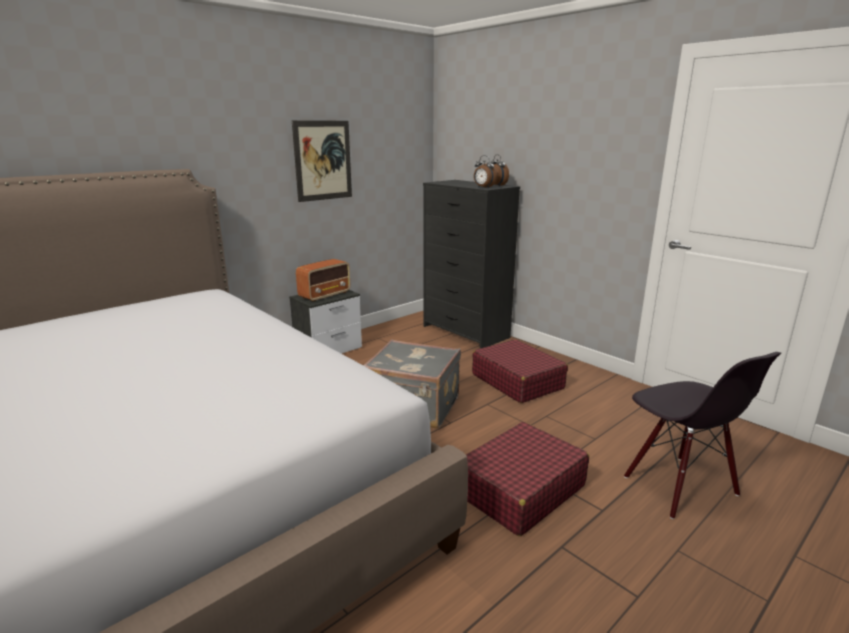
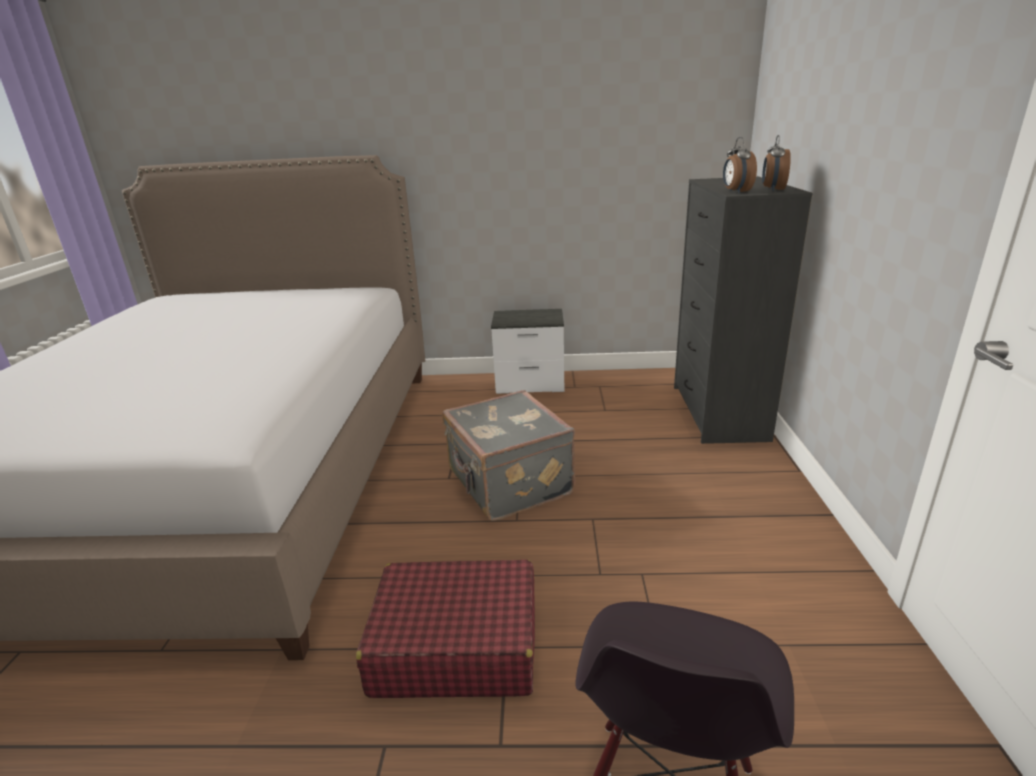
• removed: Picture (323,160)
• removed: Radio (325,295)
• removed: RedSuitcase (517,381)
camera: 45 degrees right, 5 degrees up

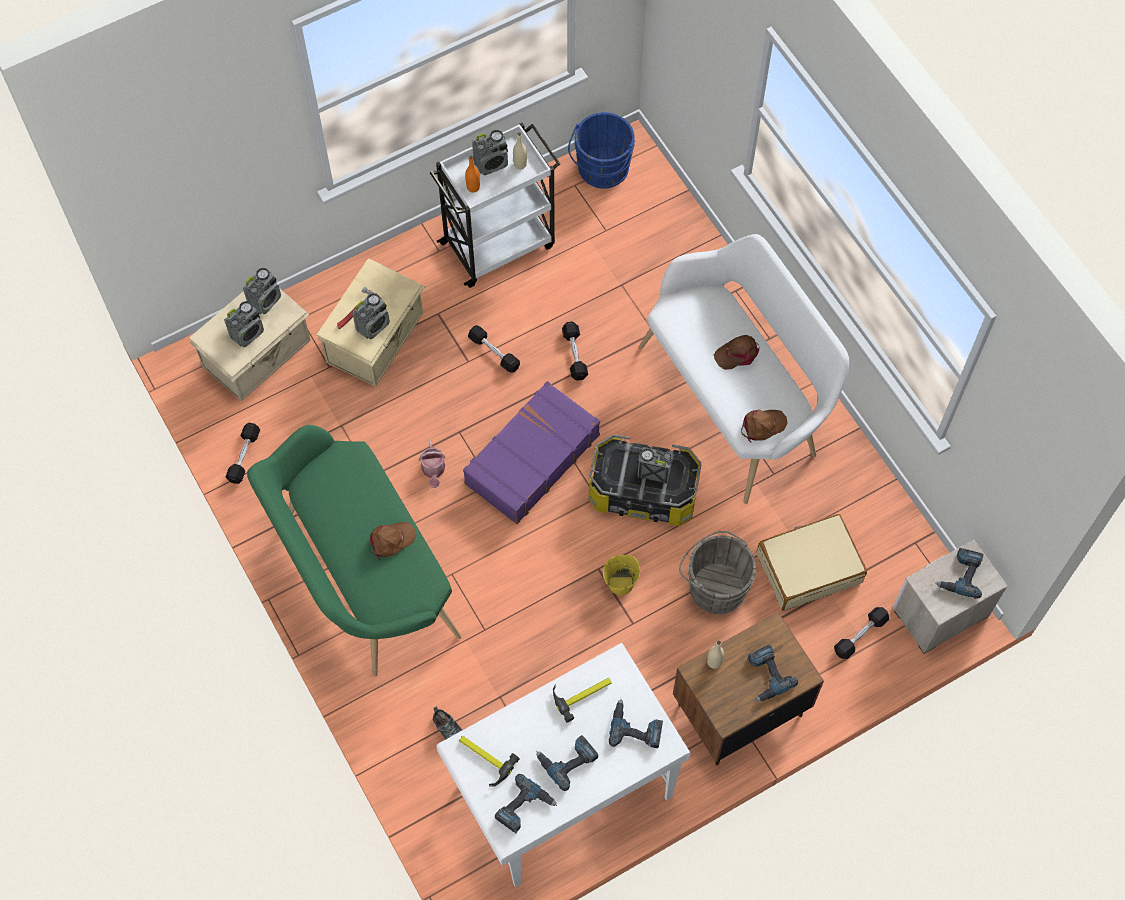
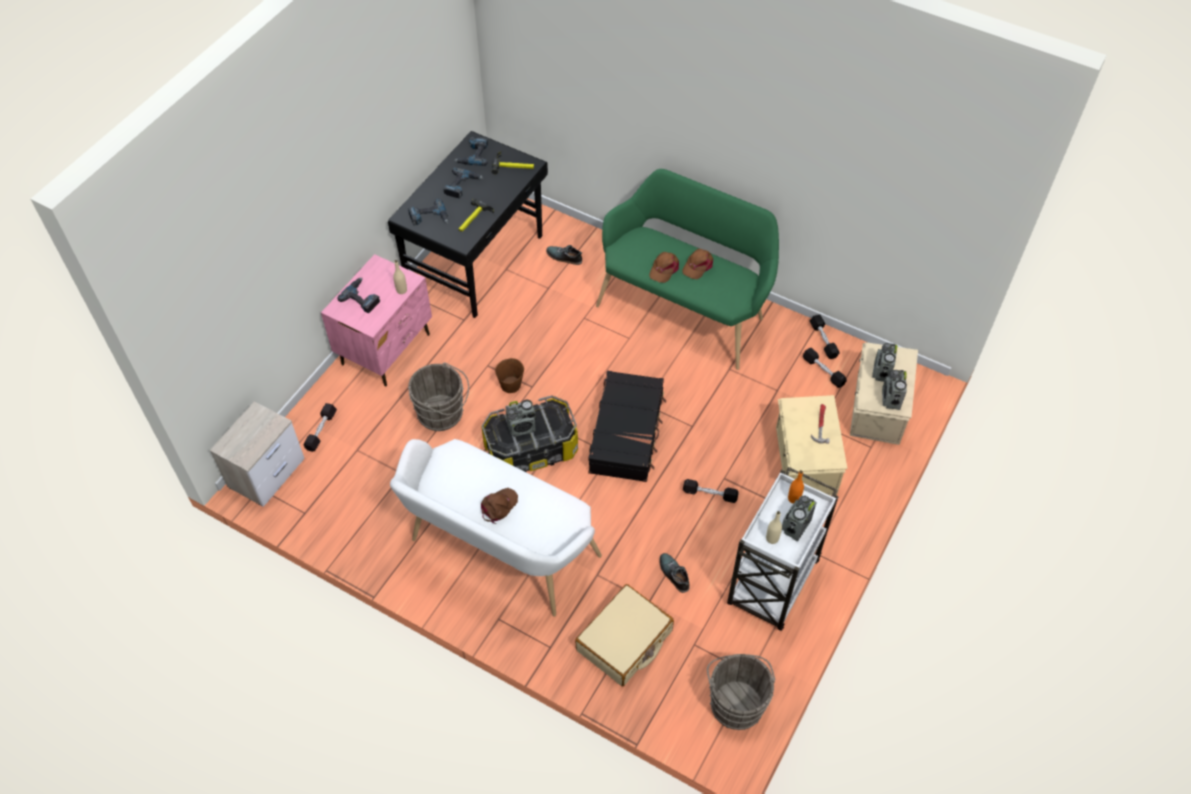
• recoloured: BlueBucket (602,171) to GreyBucket (736,701)
• removed: Radio (373,326)
• moved: BlackDumbbell (574,354) to (823,371)
• recoloured: PurpleSuitcase (531,459) to BlackSuitcase (627,433)
• moved: BrownCap (762,426) to (698,266)
• removed: WateringCan (433,471)
• moved: BeigeSuitcase (808,567) to (624,641)
• removed: PowerDrill (960,574)
• recoloured: YellowBucket (621,583) to BrownBucket (510,385)
• recoloured: BrownNightstand (738,710) to PinkNightstand (387,349)
• recoloured: WhiteDesk (562,790) to BlackDesk (477,260)
• added: Shoe (673,574)
camera: 150 degrees right, 10 degrees down

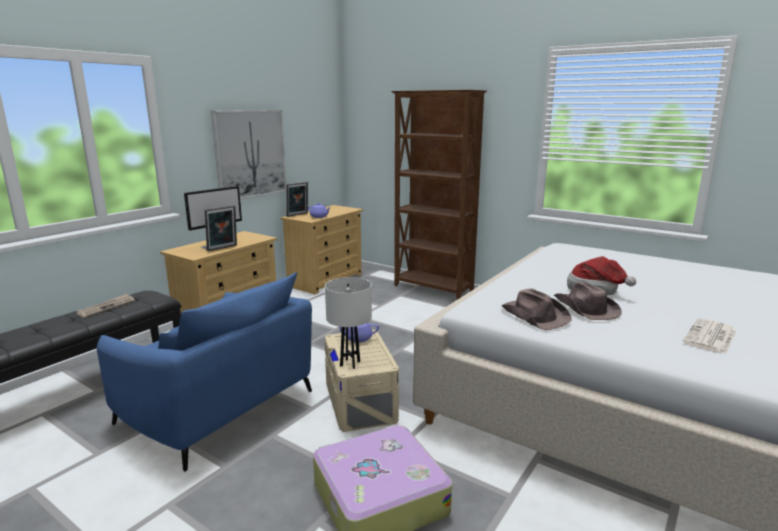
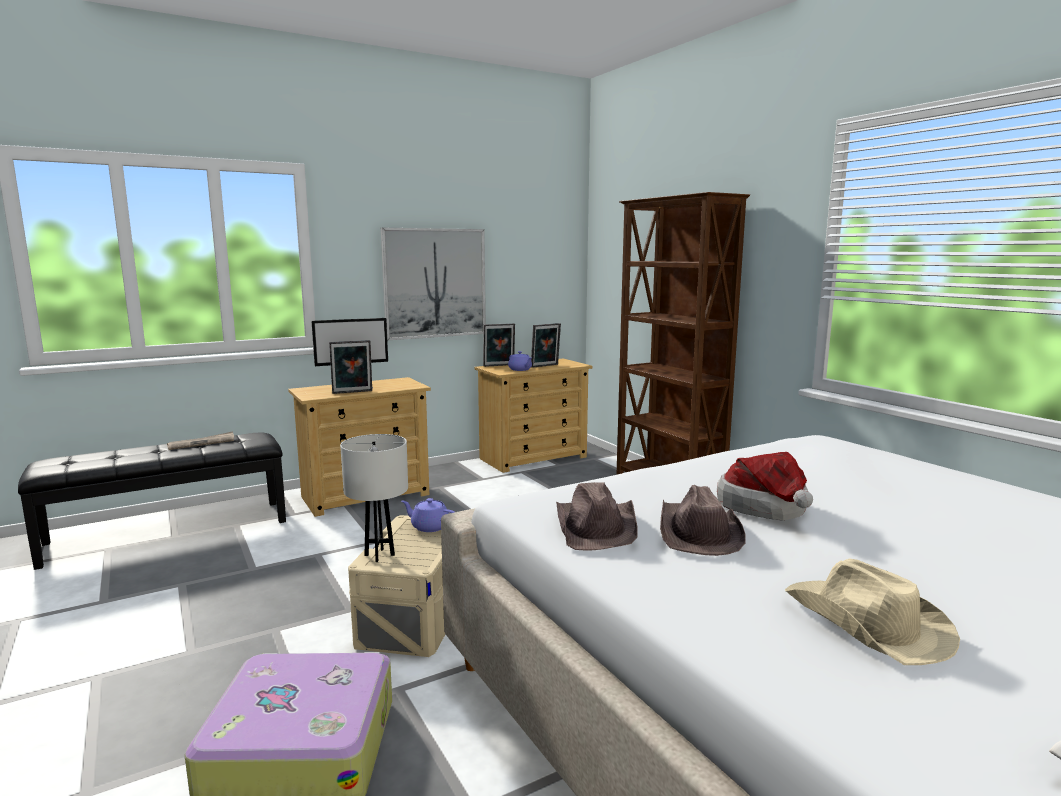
• removed: BlueArmchair (218,408)
• replaced: Newspaper (710,337) to BeigeHat (866,623)
• added: PictureFrame (545,366)
camera: 25 degrees right, 5 degrees down

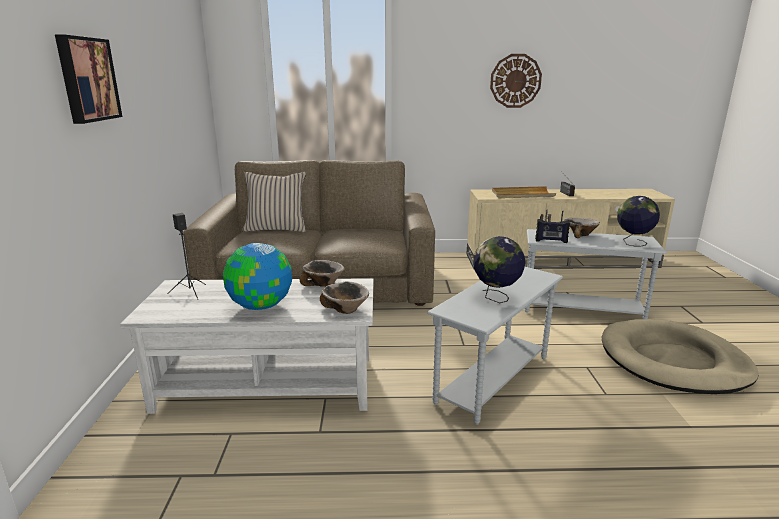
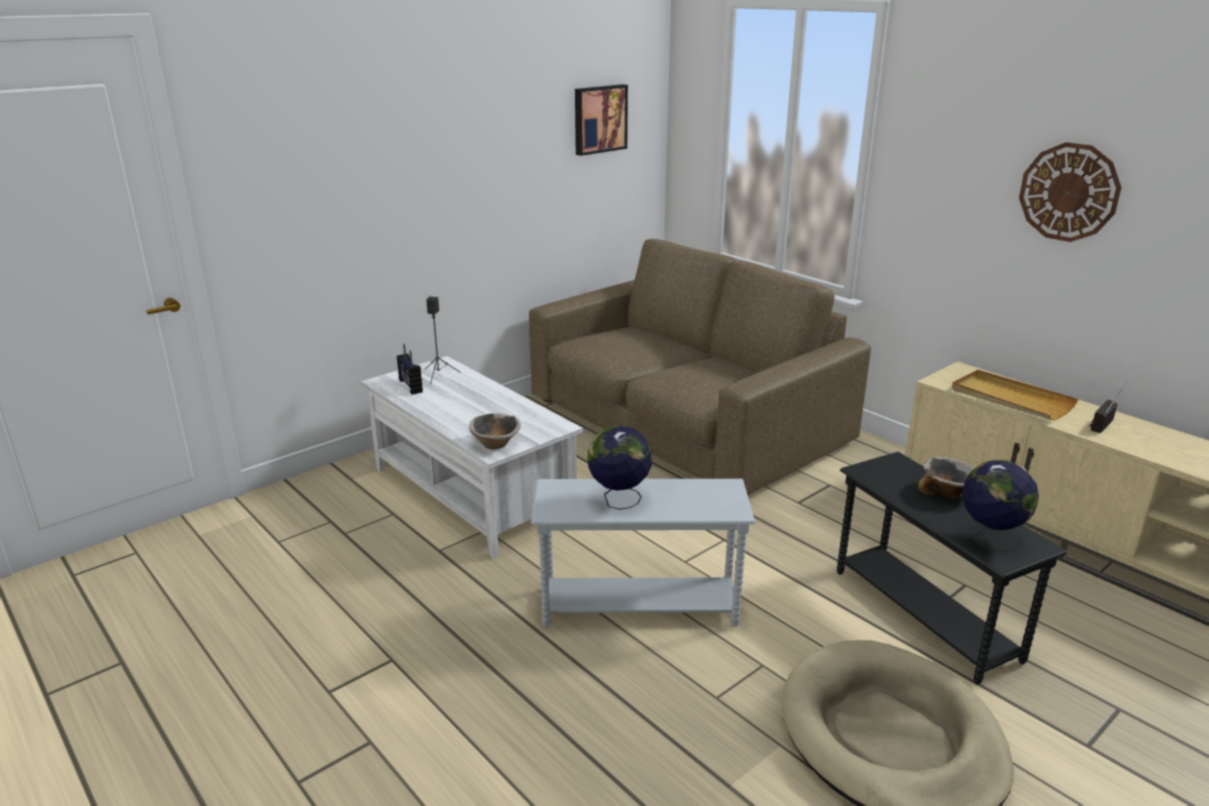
• moved: Picture (86,79) to (599,119)
• removed: BeigePillow (276,229)
• moved: Radio (551,241) to (410,386)
• recoloured: WhiteSideTable (581,310) to BlackSideTable (925,615)
• removed: Globe (260,306)
• removed: Bowl (324,283)
camera: 50 degrees right, 5 degrees up

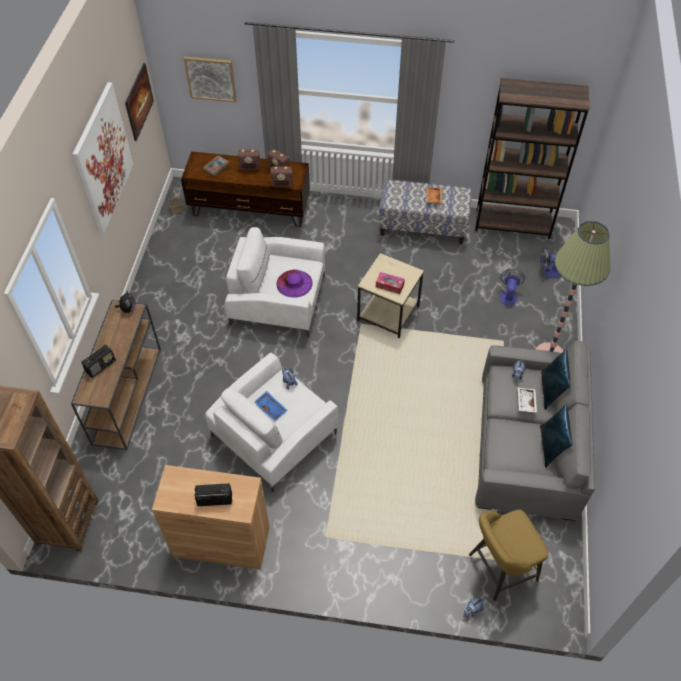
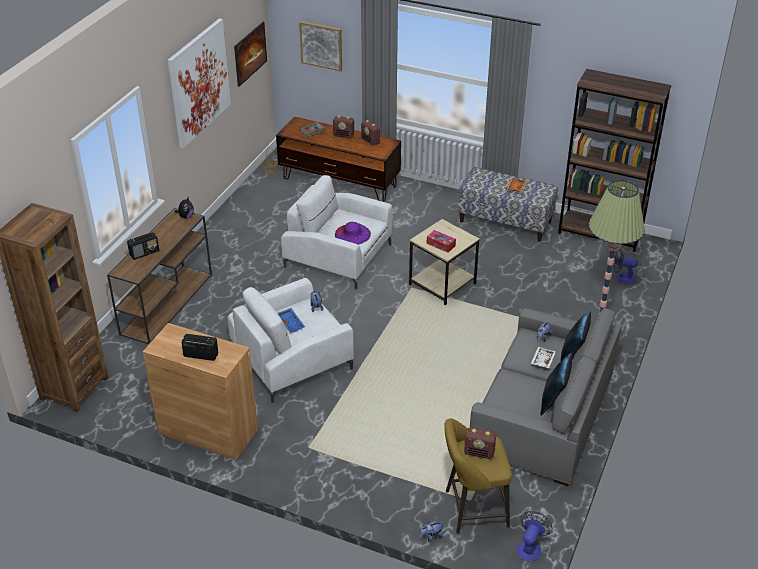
• moved: Radio (282,184) to (479,453)
• moved: Fan (508,295) to (530,547)
camera: 15 degrees right, 15 degrees down

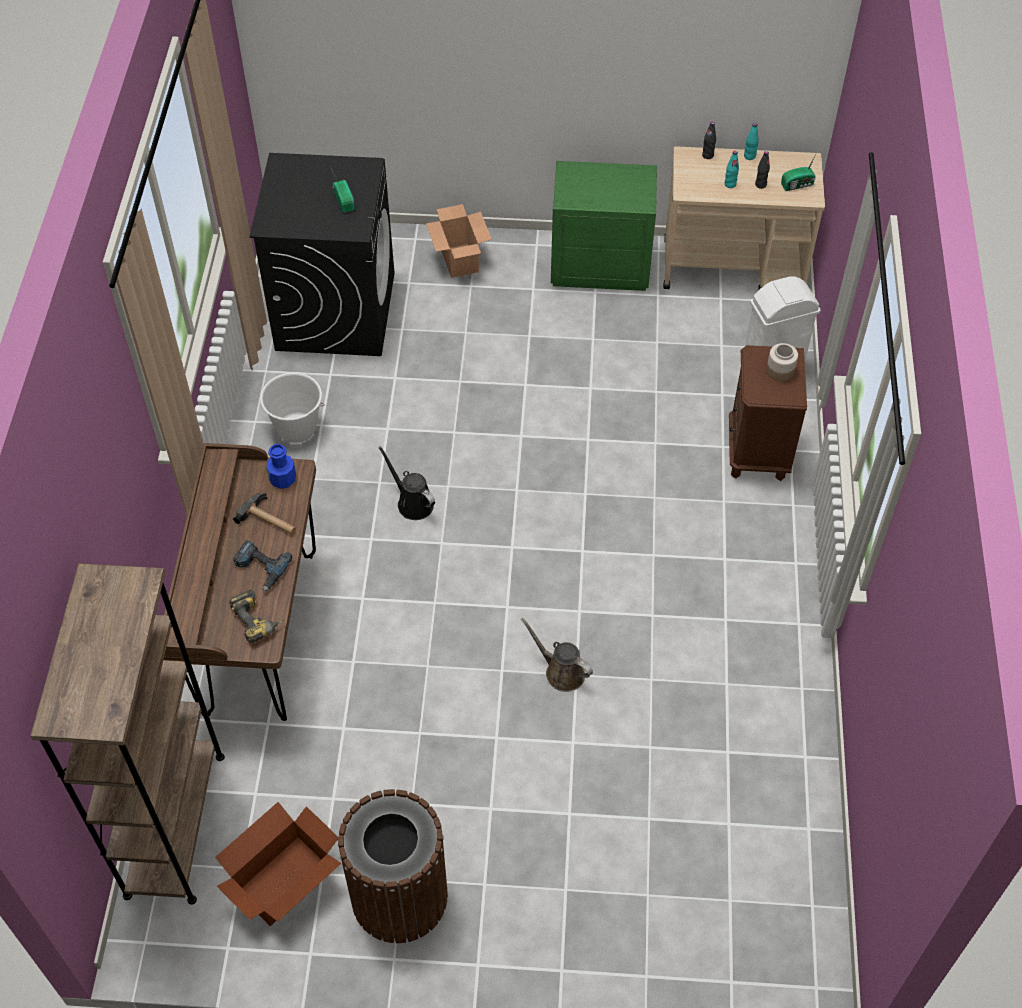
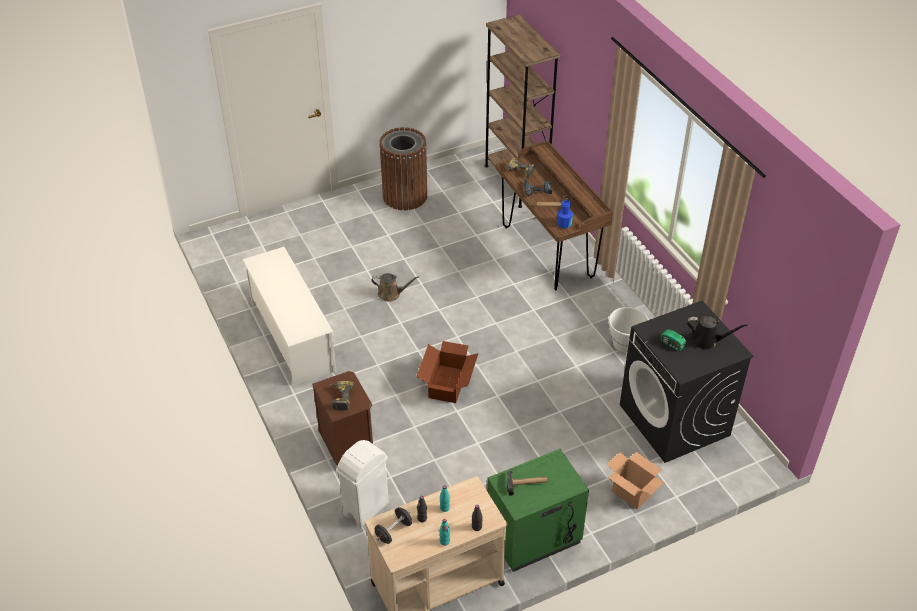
• replaced: Radio (798,185) to BlackDumbbell (393,531)
• replaced: Jar (779,371) to PowerDrill (339,398)
• moved: BlackWateringCan (412,502) to (707,341)
• moved: CardboardBox (283,880) to (448,384)
• added: WhiteShoeRack (292,337)
• added: Hammer (526,482)
camera: 150 degrees right, 10 degrees down

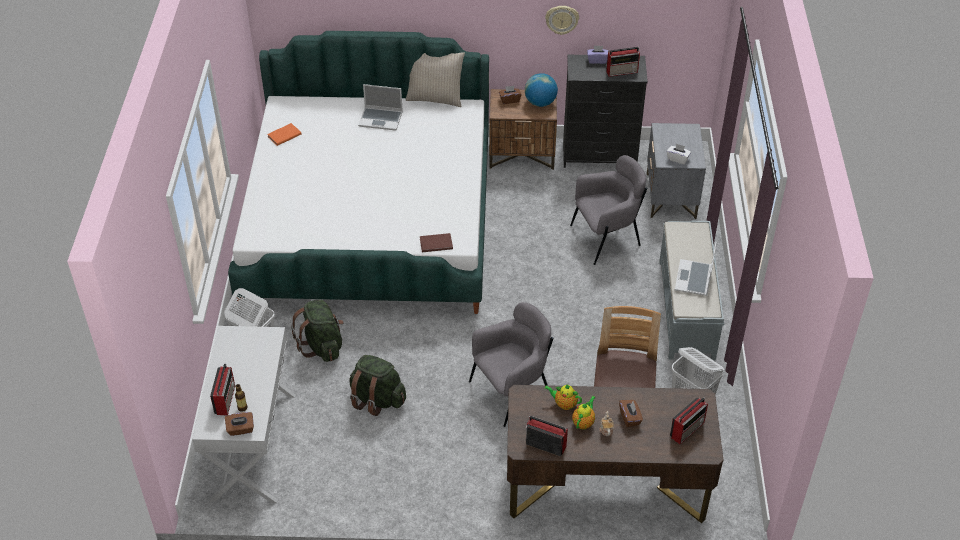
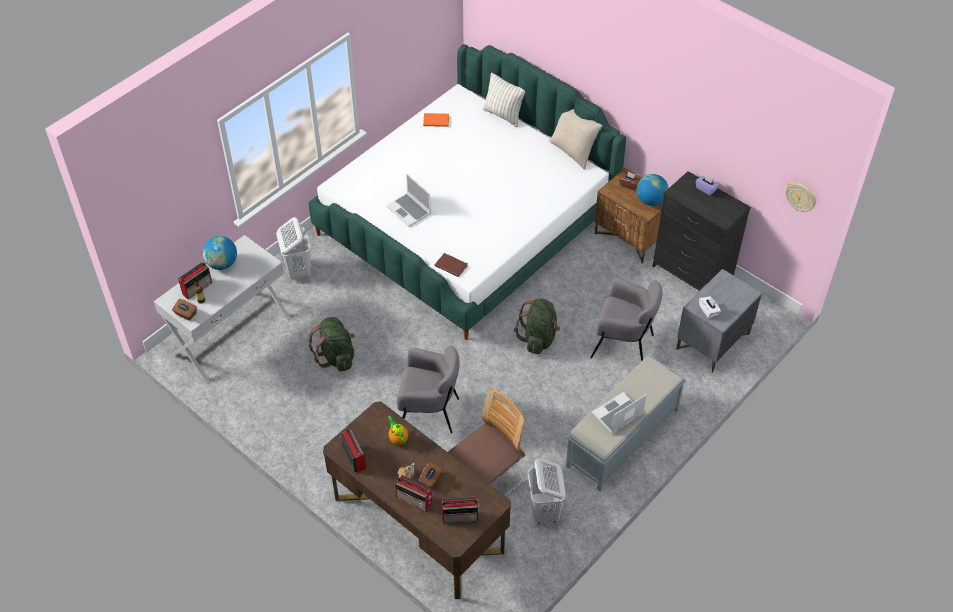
• moved: WallClock (562,19) to (801,197)
• moved: Radio (622,71) to (415,501)
• moved: Laptop (381,119) to (409,210)
• moved: GreenBackpack (322,346) to (538,338)
• removed: Teapot (583,422)
• added: Pillow (503,115)
• added: Globe (222,264)
camera: 40 degrees right, 5 degrees up

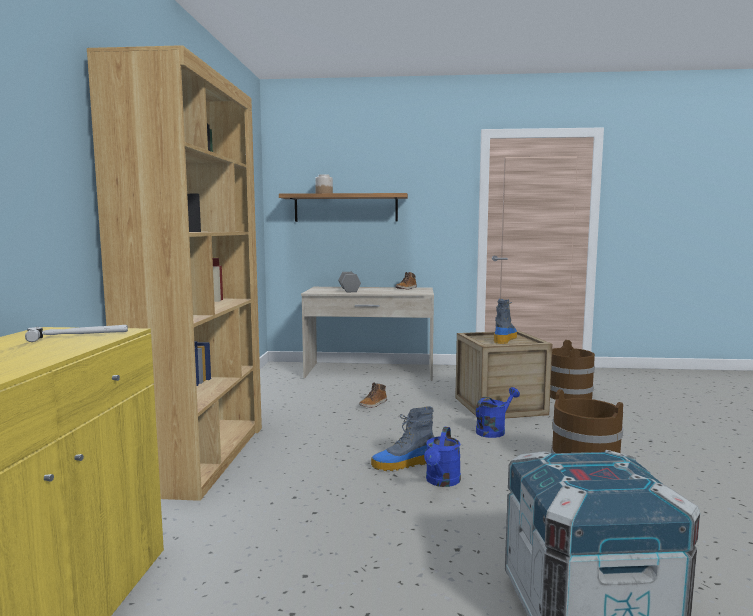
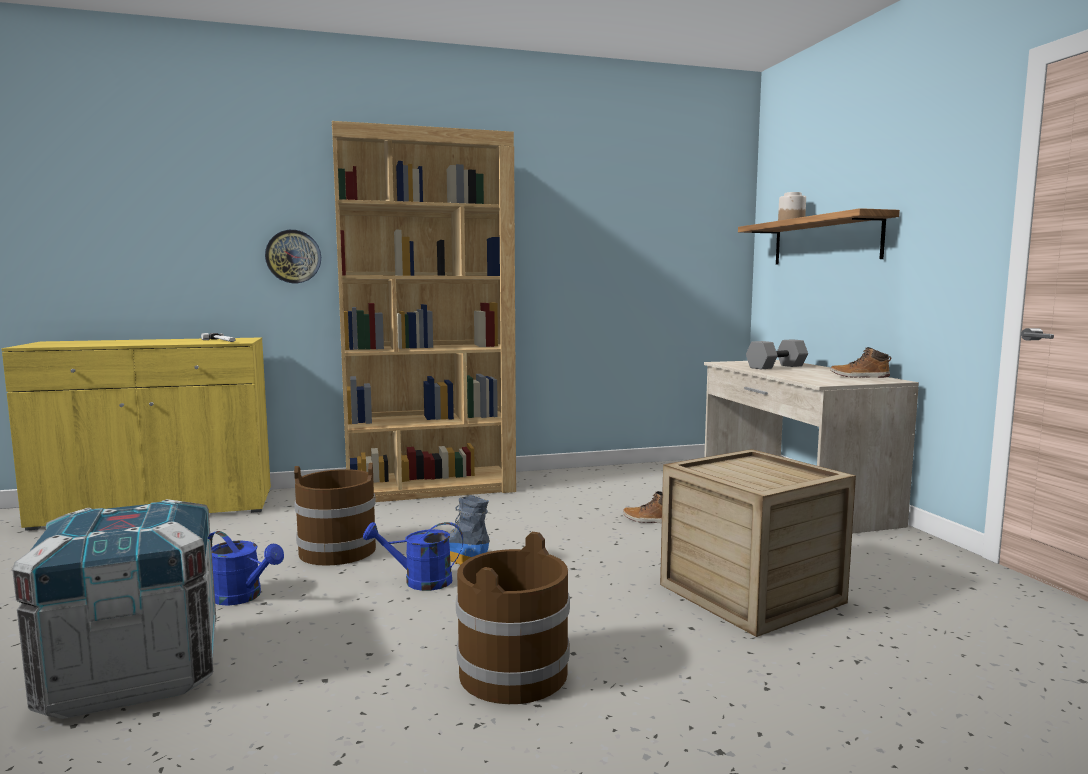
• removed: Boot (504,339)
• moved: BrownBucket (568,395) to (337,551)
• moved: BlueWateringCan (494,430) to (243,597)
• added: WallClock (293,256)
camera: 70 degrees right, 0 degrees up

